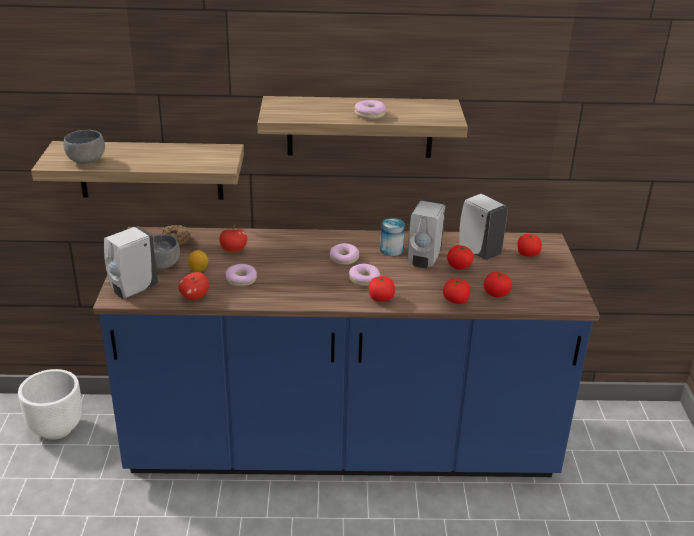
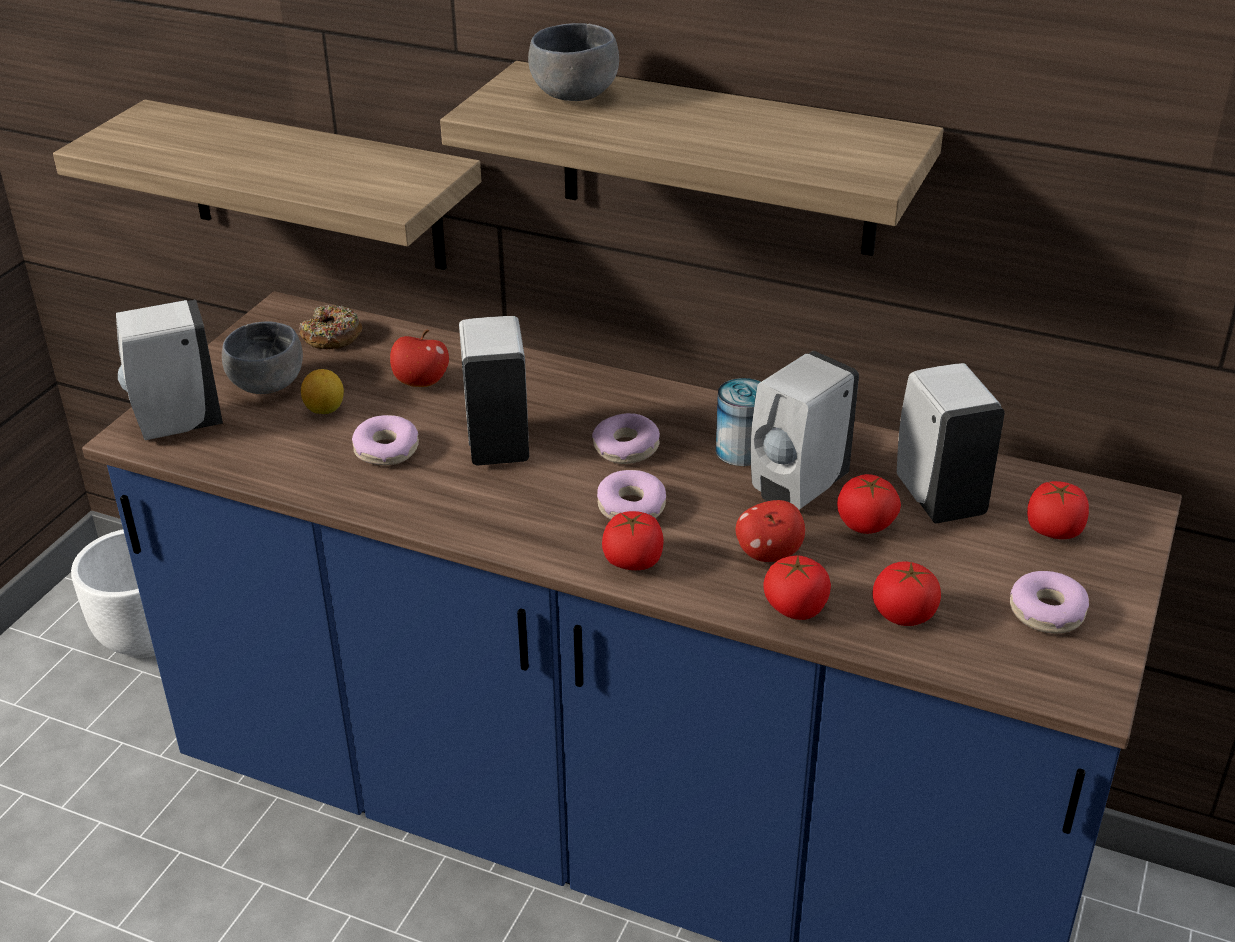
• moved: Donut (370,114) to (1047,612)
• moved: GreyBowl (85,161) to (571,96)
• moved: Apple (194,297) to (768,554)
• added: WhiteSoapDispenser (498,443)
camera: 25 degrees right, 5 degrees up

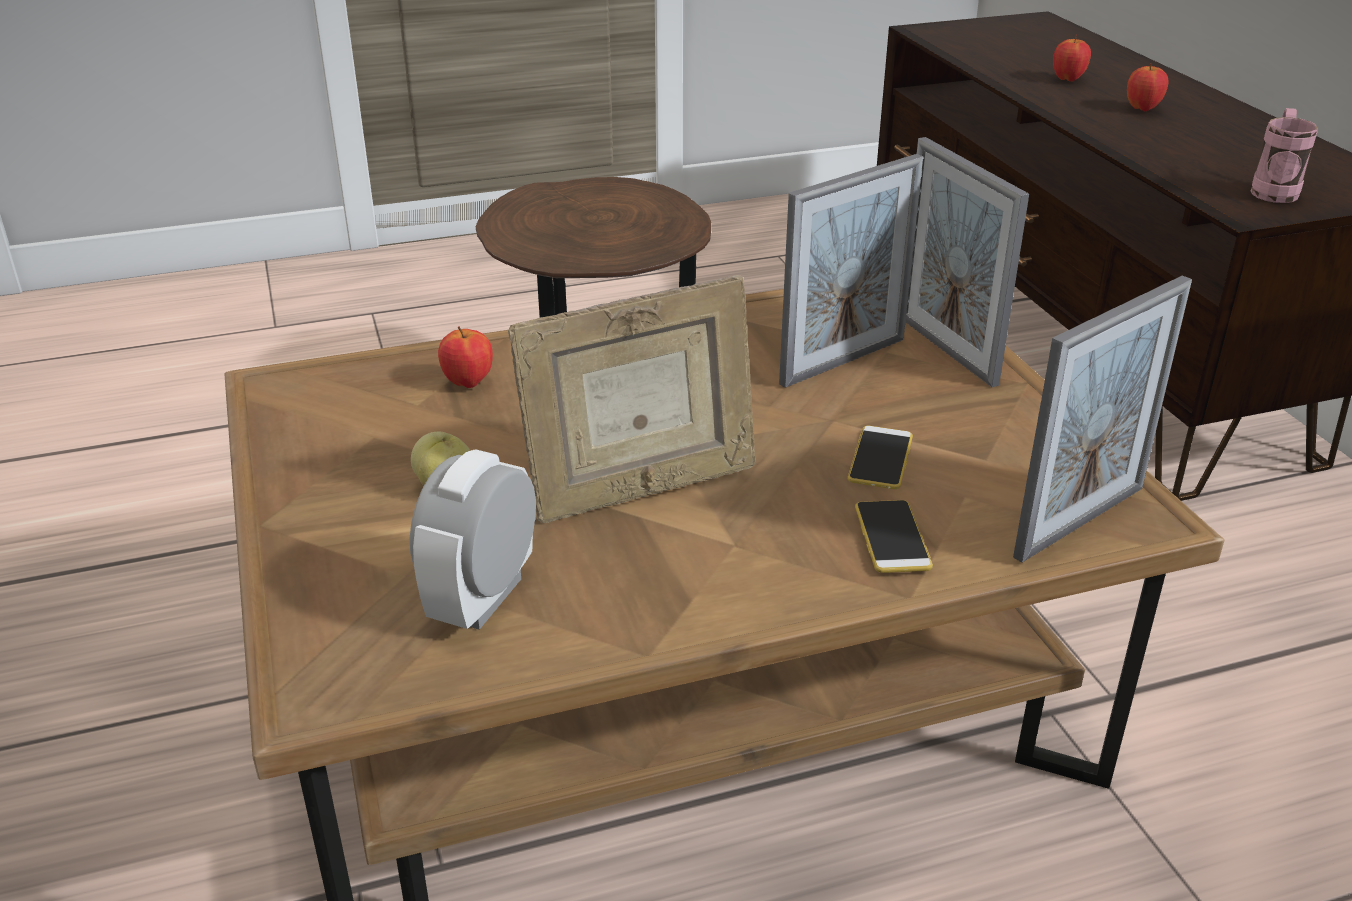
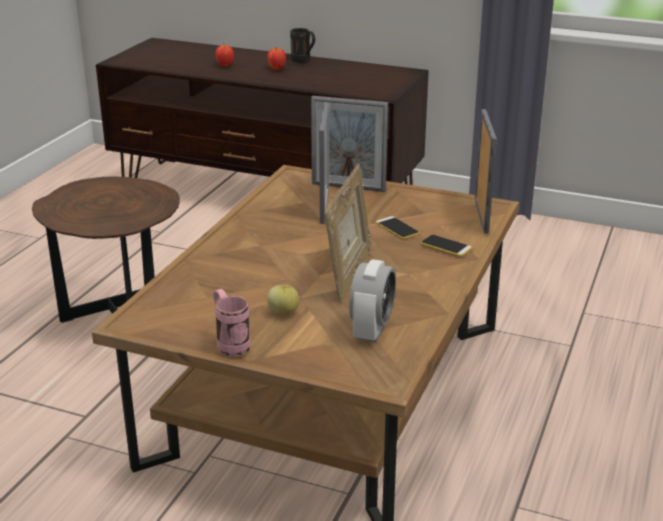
• moved: PinkMug (1274,190) to (230,343)
• removed: Apple (468,383)
• turned: AlarmClock (482,598) = (372,330) 135 degrees counterclockwise
• added: BlackMug (303,61)
camera: 50 degrees left, 5 degrees down

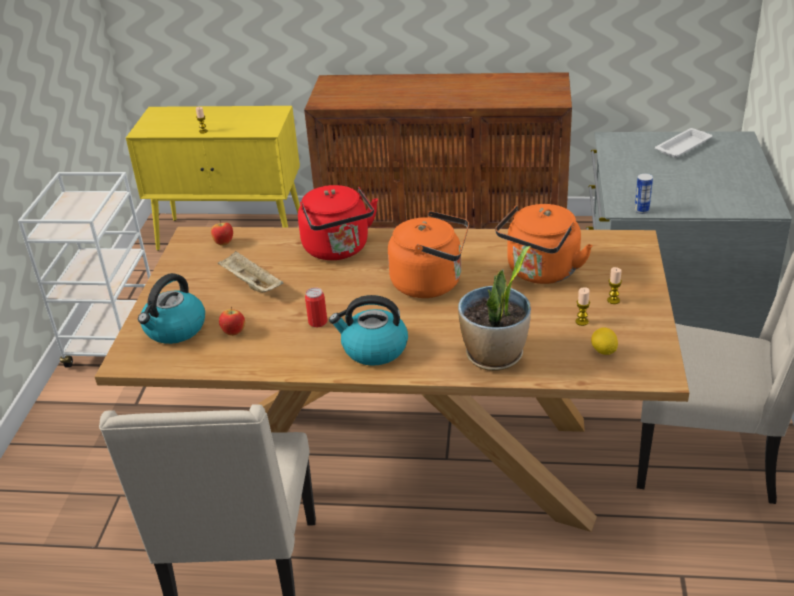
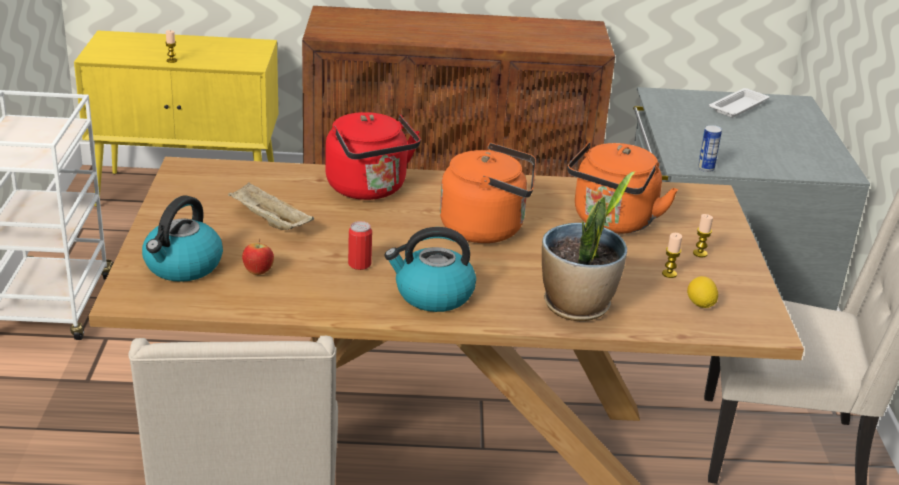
• removed: Apple (224,243)
camera: 10 degrees left, 5 degrees down

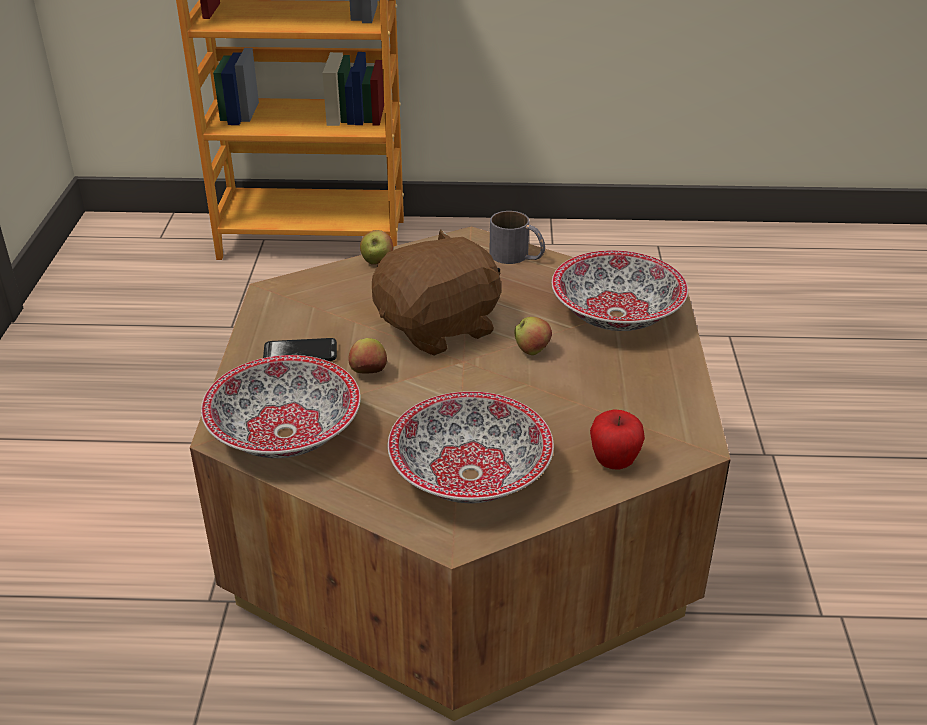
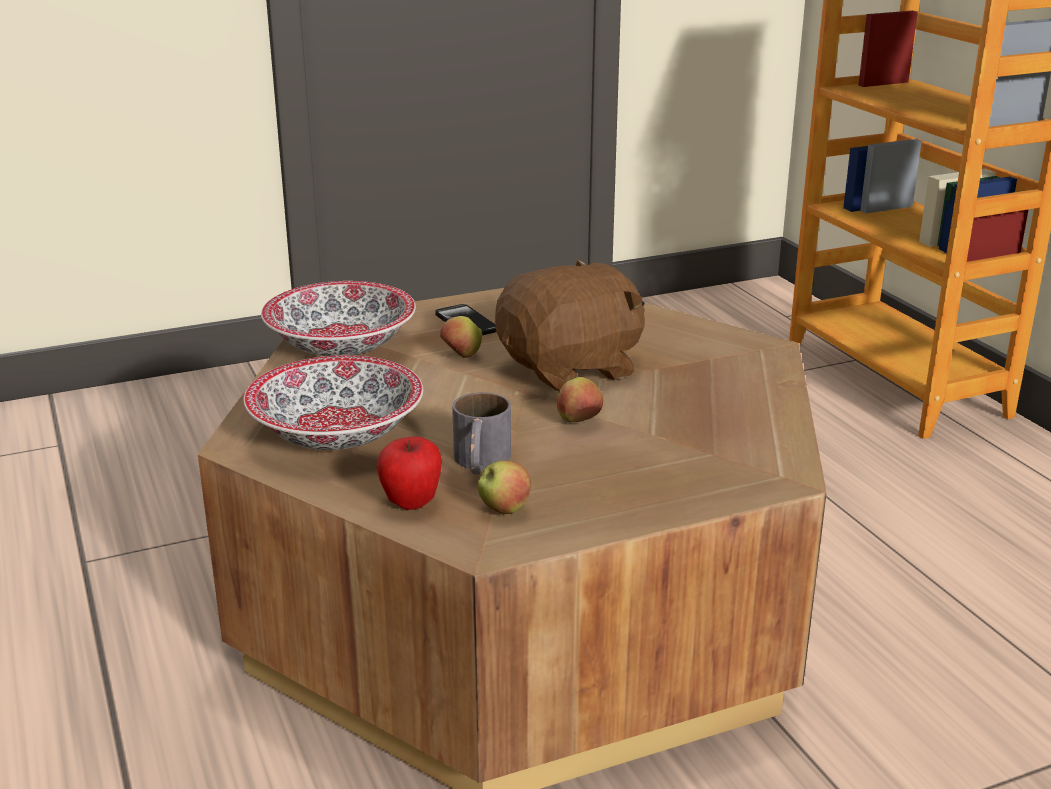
• moved: GreyMug (517,256) to (480,463)
• turned: BrownPlushToy (439,328) = (571,369) 60 degrees counterclockwise
• moved: Apple (377,262) to (504,510)
• removed: Bowl (616,315)
camera: 65 degrees right, 10 degrees down

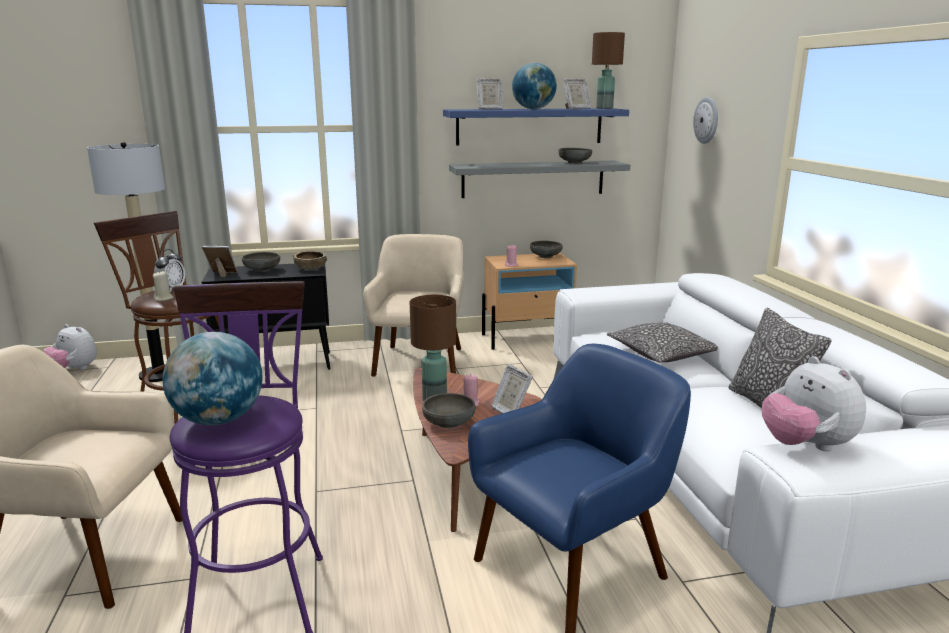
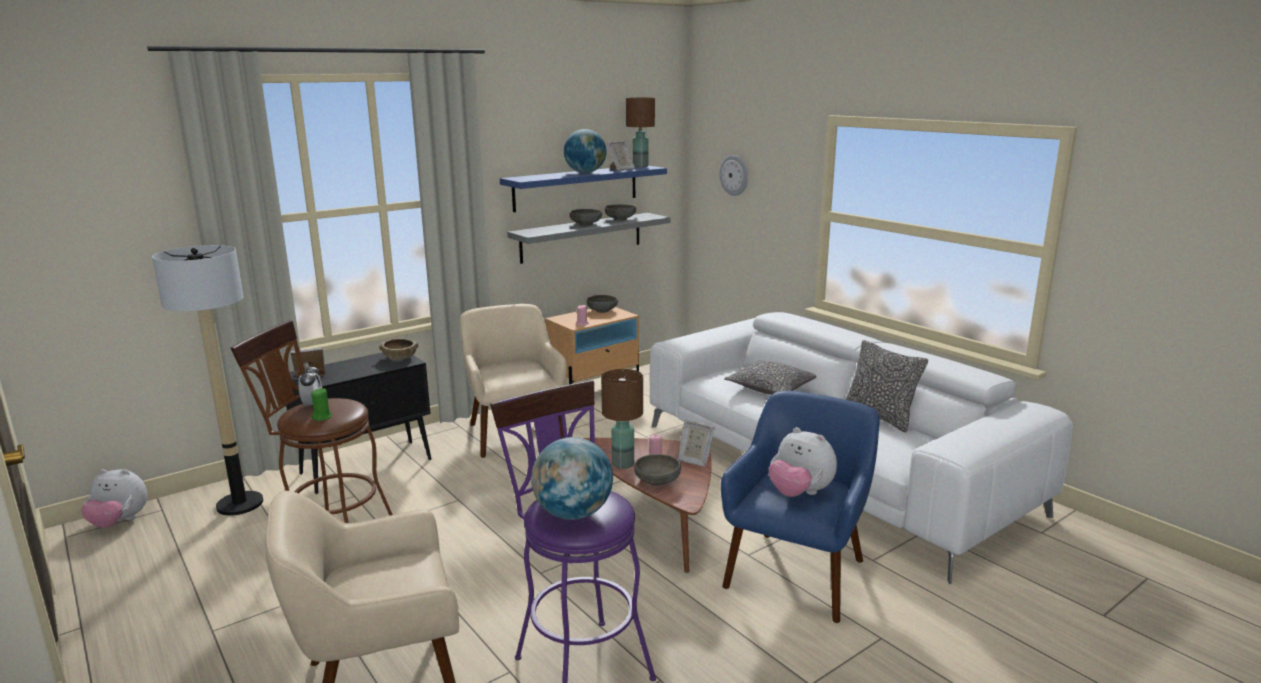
• removed: PictureFrame (489,109)
• moved: GreyBowl (262,270) to (586,224)
• recoloured: BeigeCandle (163,298) to GreenCandle (322,417)
• moved: PlushToy (806,446) to (799,493)
camera: 25 degrees left, 0 degrees up

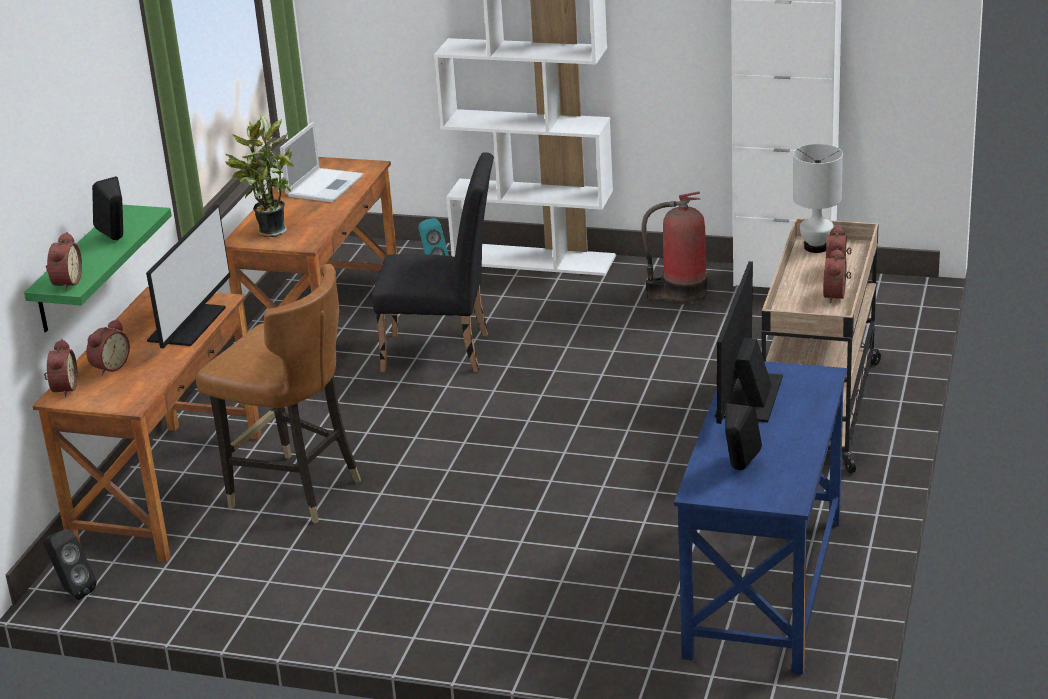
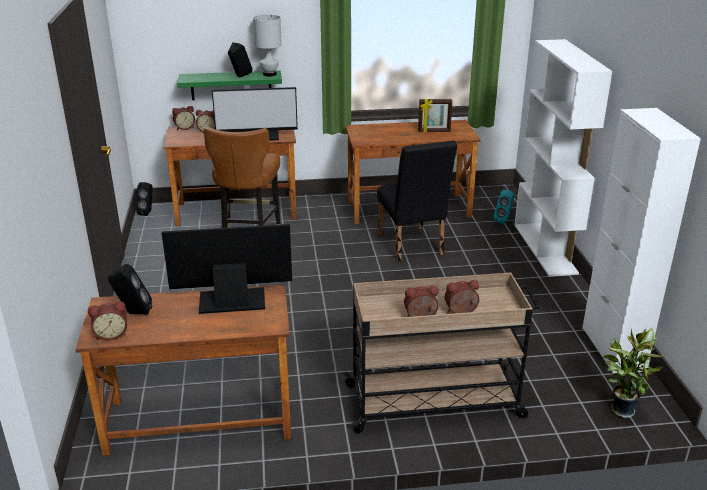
• moved: PottedPlant (269,231) to (621,409)
• replaced: Laptop (325,185) to PictureFrame (434,131)
• moved: WhiteTableLamp (816,247) to (270,74)
• removed: FireExtinguisher (681,294)
• moved: AlarmClock (65,283) to (111,334)
• recoloured: BlueDesk (765,587) to BrownDesk (199,420)
camera: 65 degrees right, 0 degrees up

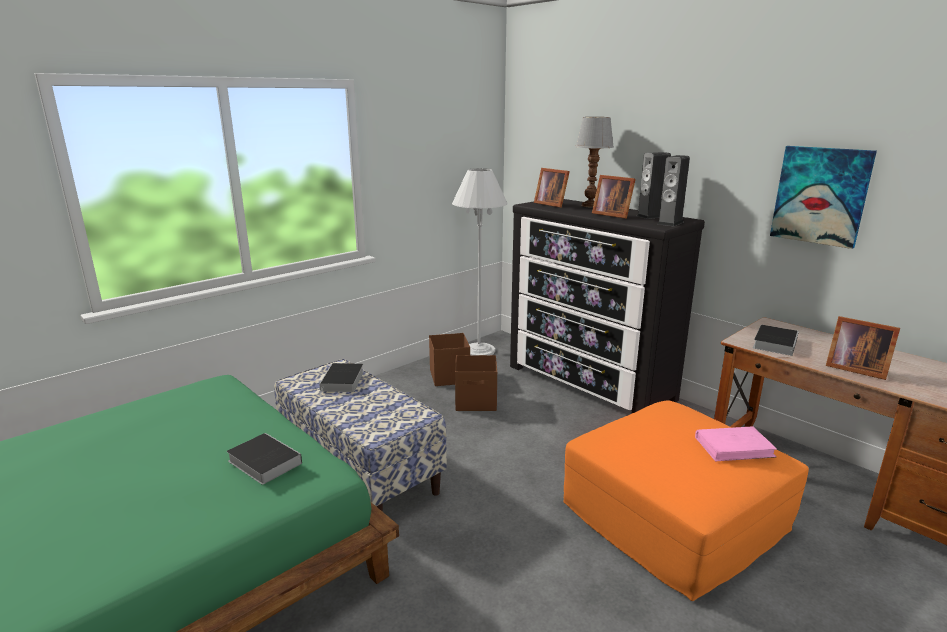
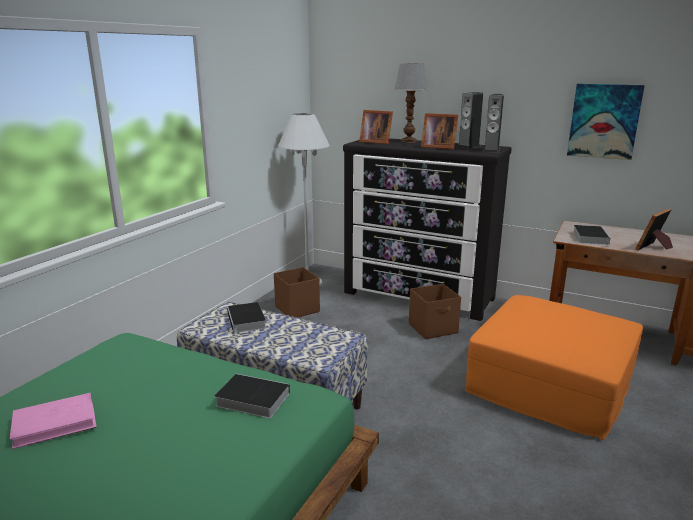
• turned: PictureFrame (854,368) = (653,247) 120 degrees clockwise
• moved: BrownStorageBox (476,402) to (433,328)
• moved: PinkBook (734,447) to (55,423)
camera: 20 degrees left, 0 degrees up

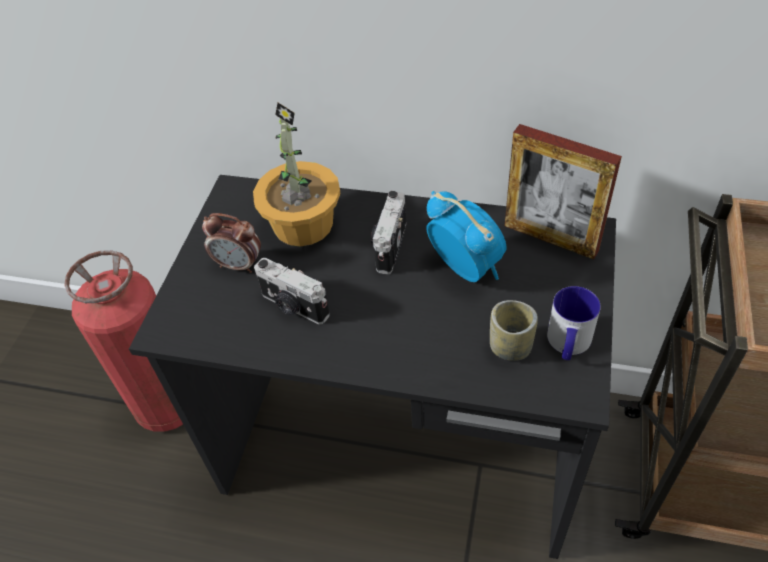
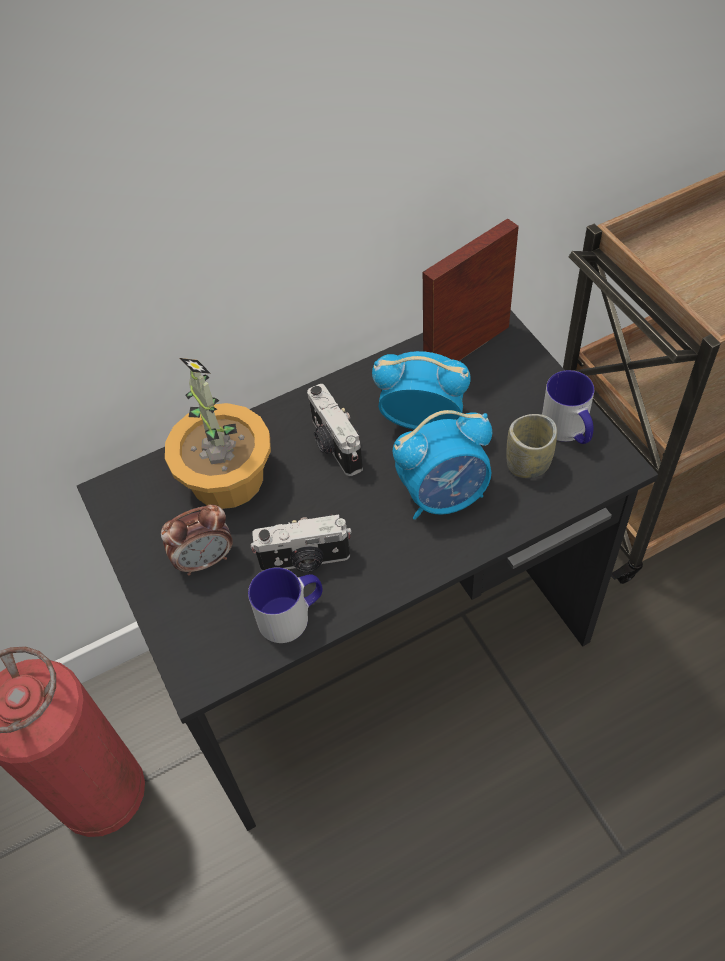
• turned: PictureFrame (550,238) = (466,348) 150 degrees clockwise
• added: AlarmClock (444,496)
• added: Mug (292,615)
camera: 40 degrees left, 5 degrees up

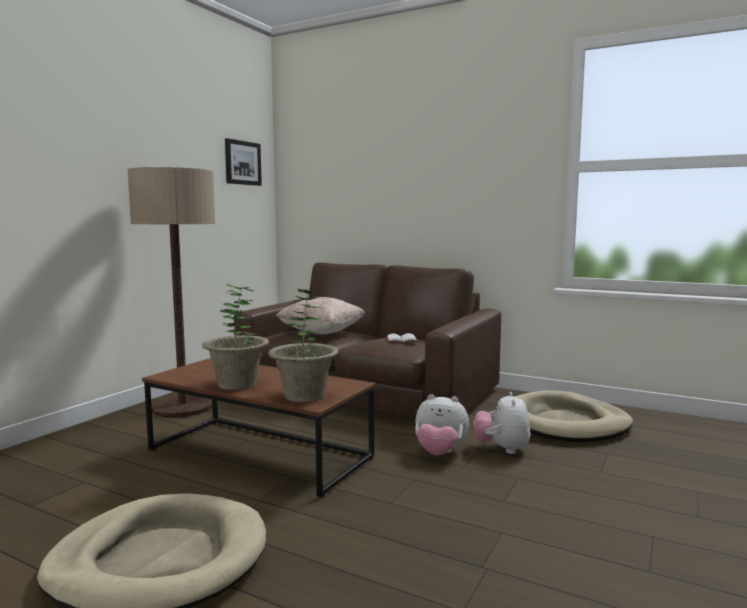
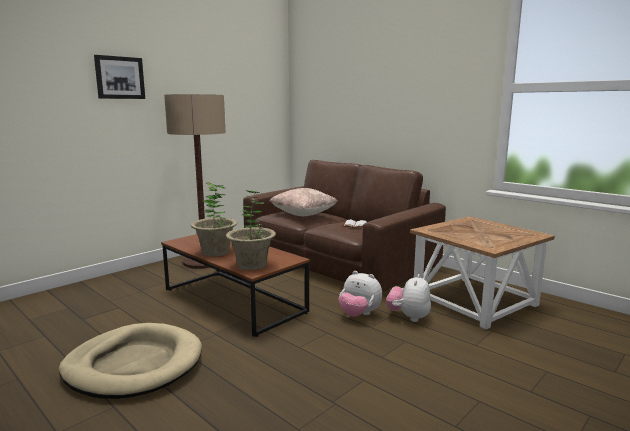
• moved: Picture (242,163) to (119,77)
• replaced: BeigeDogBed (565,423) to BrownSideTable (476,301)
camera: 15 degrees right, 5 degrees up

